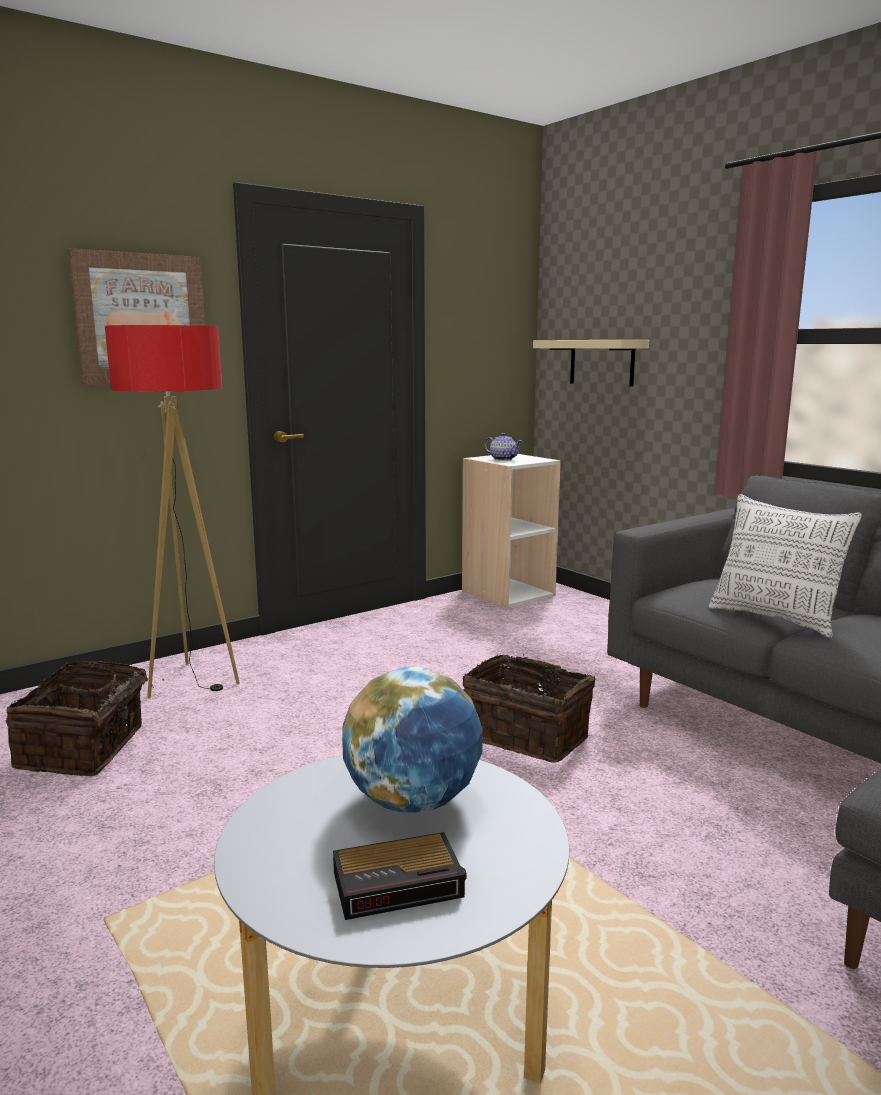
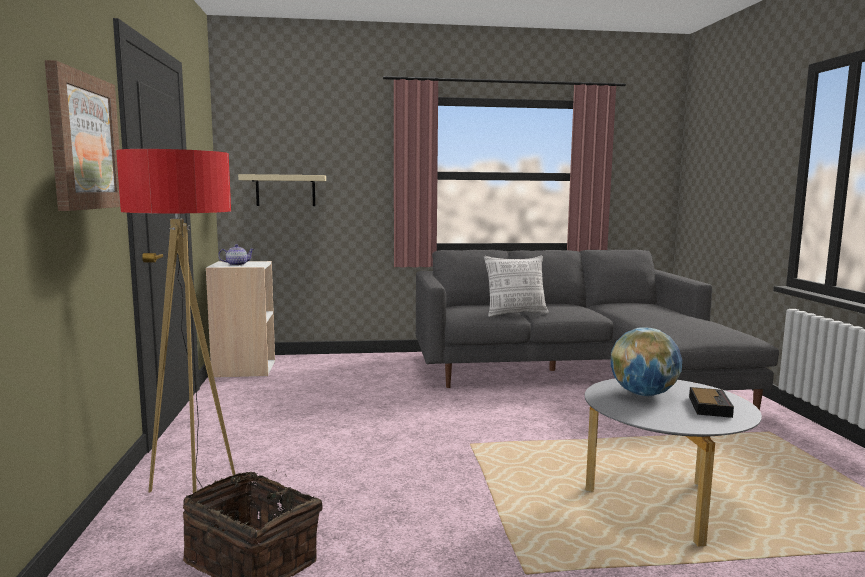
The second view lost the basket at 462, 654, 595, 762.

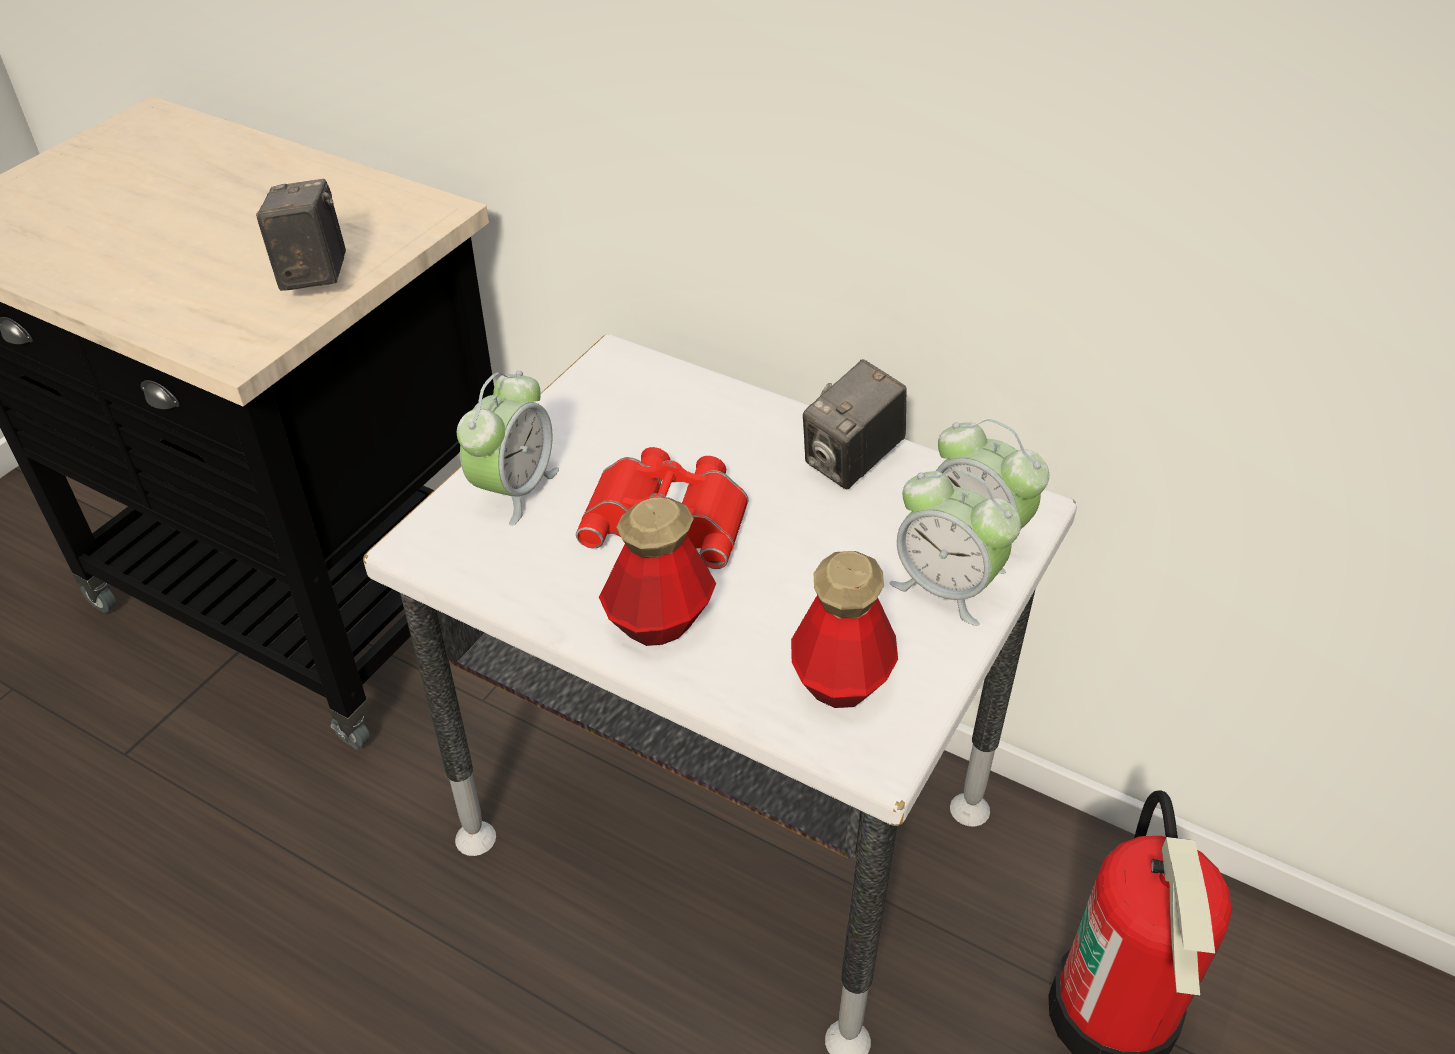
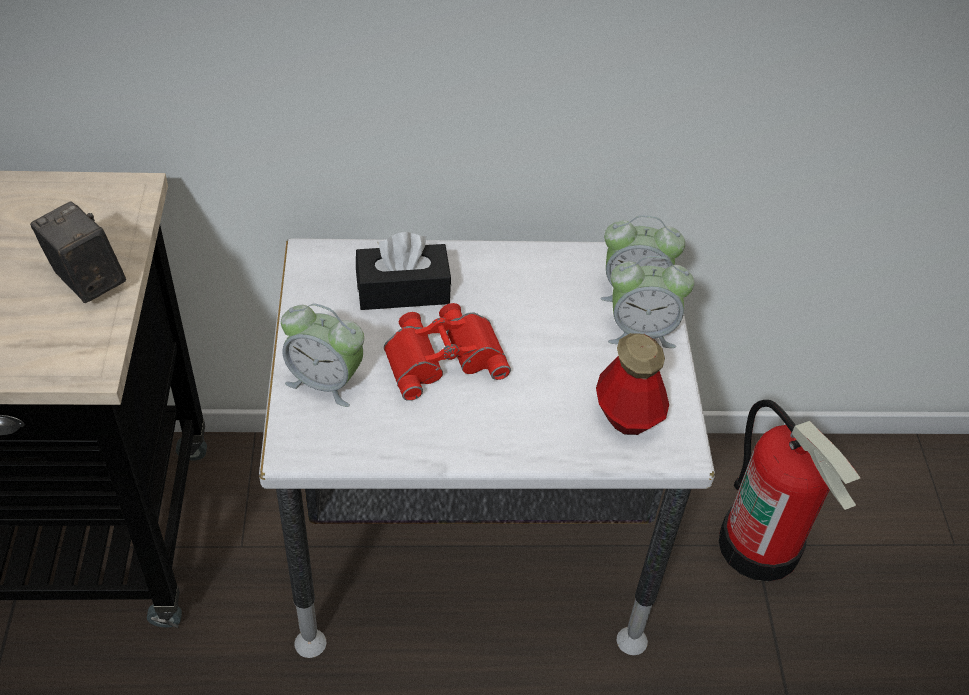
The alarm clock at 457, 371, 559, 526 ended up facing another way, 120 degrees clockwise from before. The second view lost the bottle at 599, 497, 716, 646. The second view lost the photo camera at 803, 359, 907, 490. The second view gained the black tissue box at 356, 232, 451, 310.

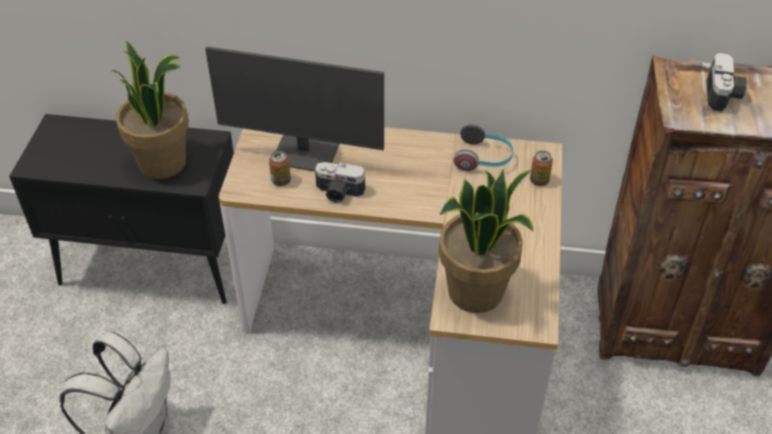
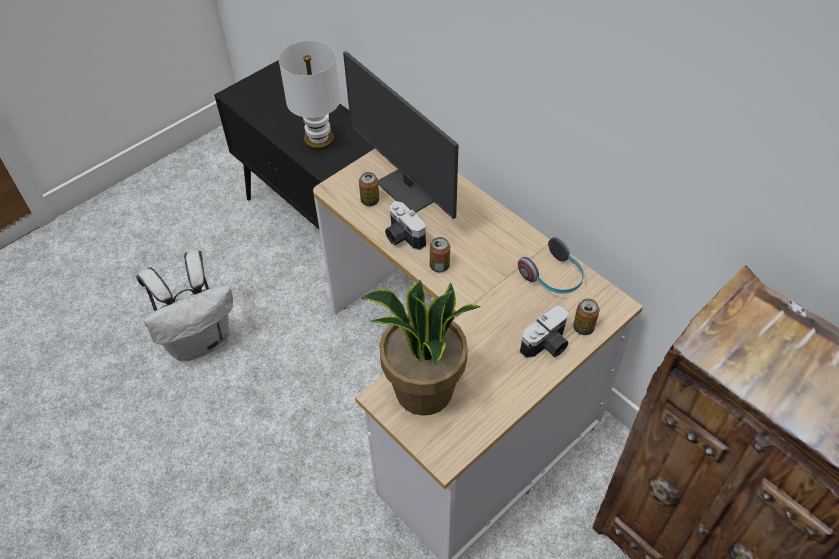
Where the potted plant stood at 111, 41, 189, 179, the white table lamp came to stand at 279, 40, 341, 151. The photo camera ended up elsewhere, having gone from 706, 53, 747, 113 to 520, 306, 569, 358. The second view gained the can at 430, 237, 450, 272.

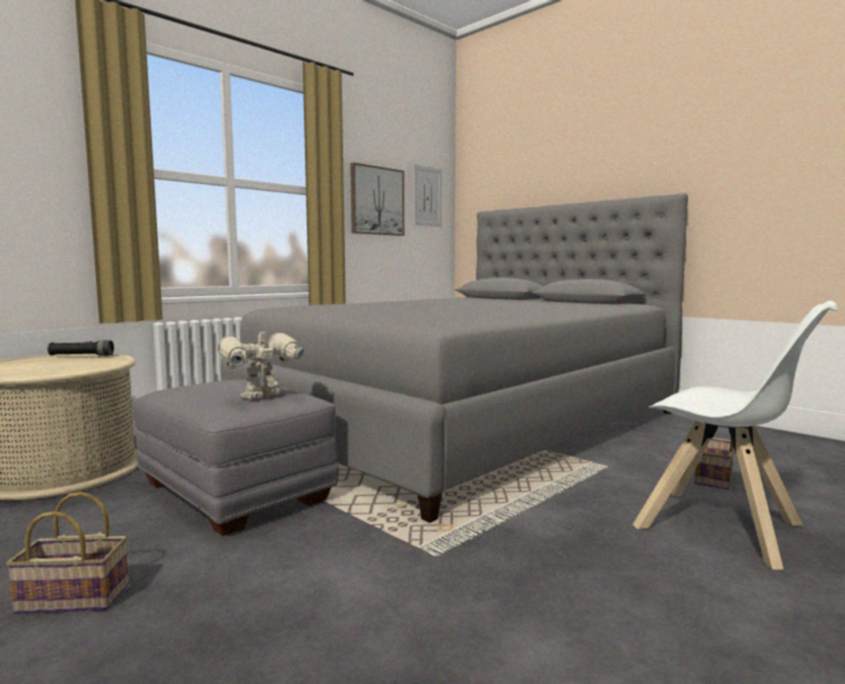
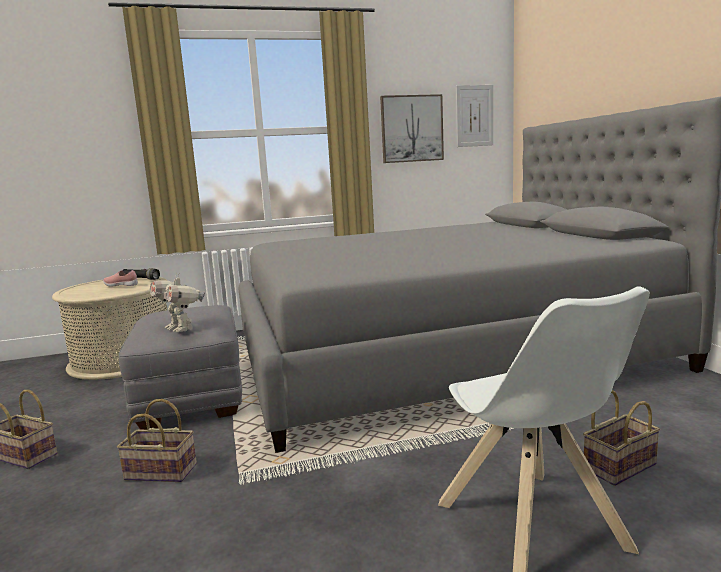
The toy robot at 218, 325, 304, 399 ended up facing another way, 120 degrees counterclockwise from before. The second view gained the pink shoe at 103, 270, 138, 287. The second view gained the basket at 117, 399, 197, 482.

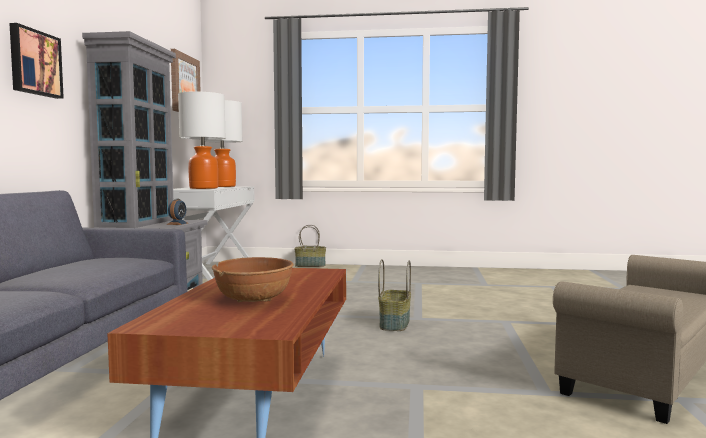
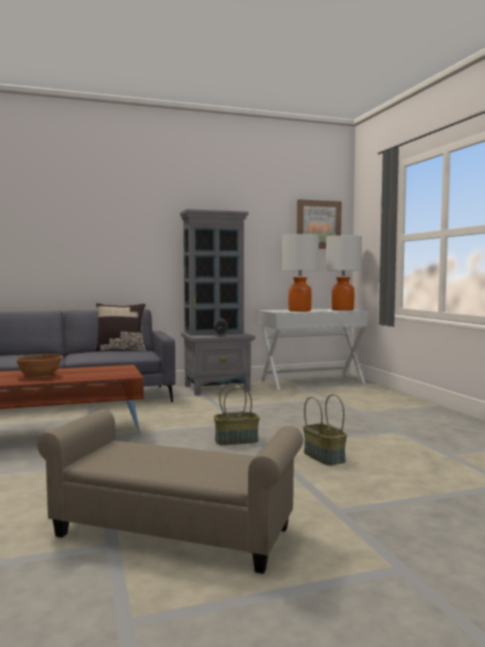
The second view lost the picture at 9, 23, 64, 99. The basket ended up elsewhere, having gone from 294, 225, 326, 267 to 303, 394, 347, 466. The second view gained the pillow at 95, 303, 146, 351.

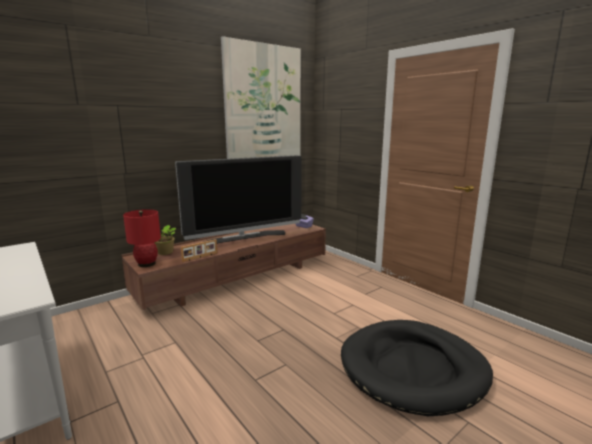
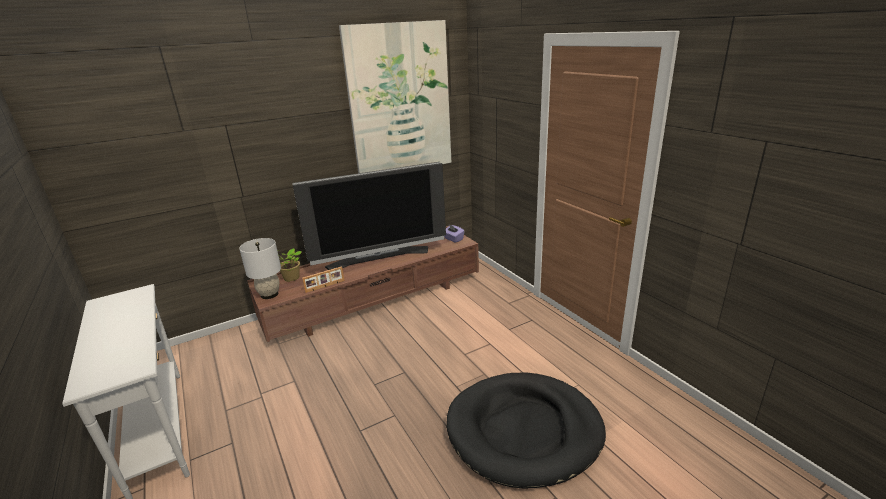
What was the red table lamp at 123, 209, 161, 267 turned into the white table lamp at 239, 238, 281, 299.

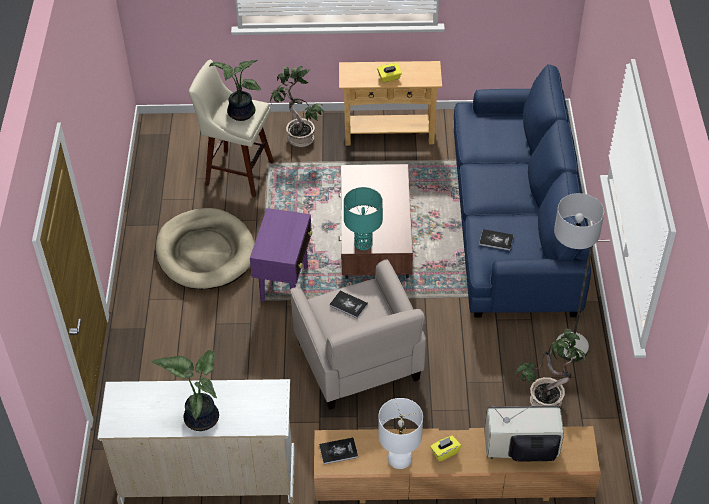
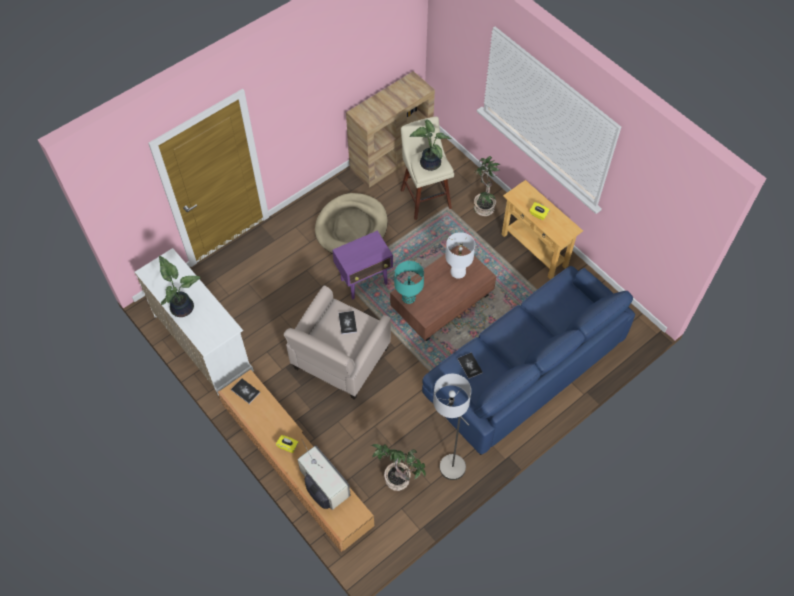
The white table lamp ended up elsewhere, having gone from 378, 398, 423, 469 to 445, 232, 475, 279. The second view gained the brown bookcase at 346, 71, 435, 188.

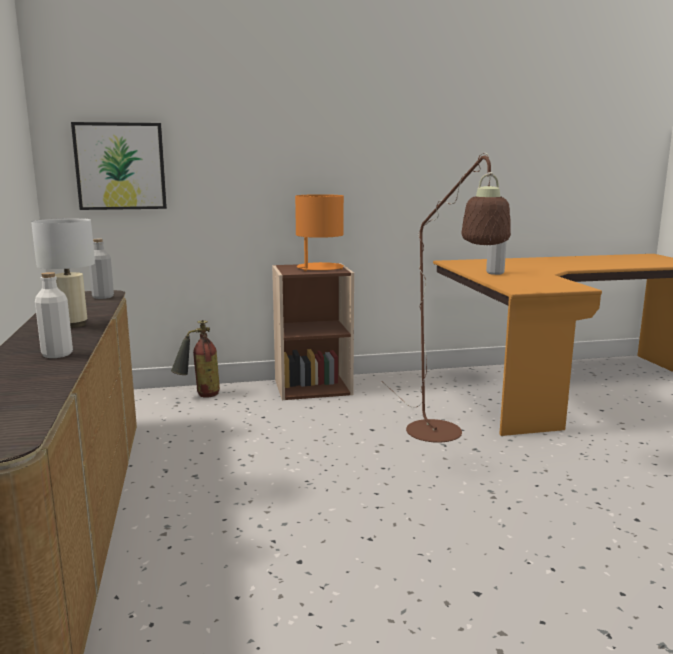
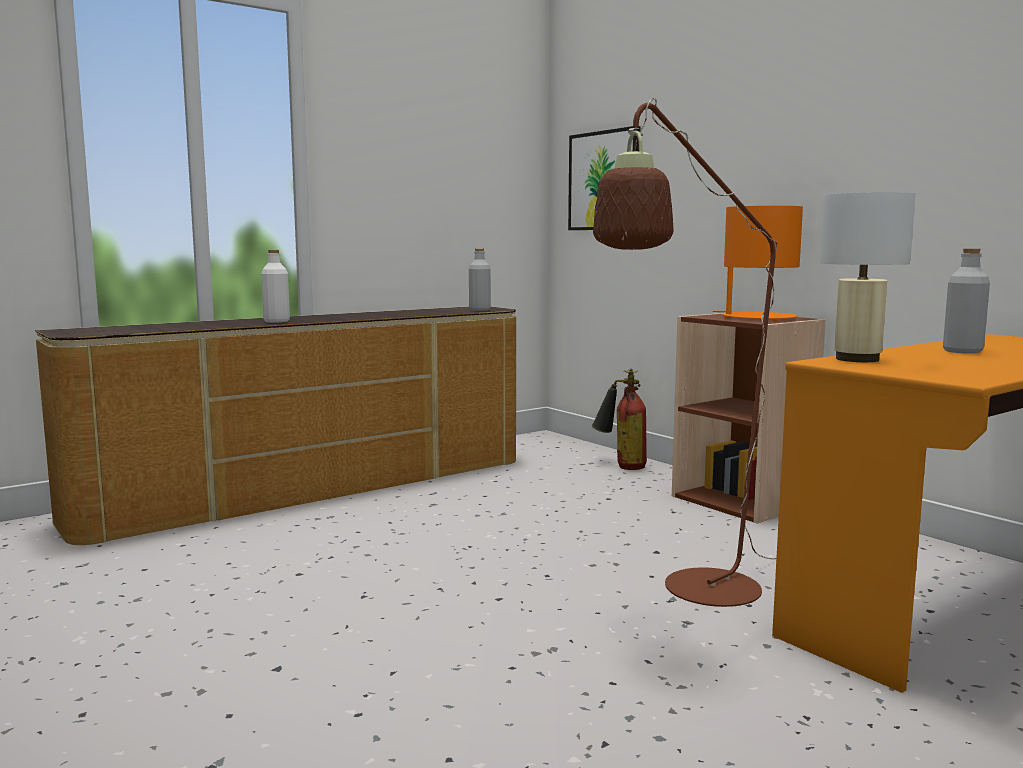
The white table lamp ended up elsewhere, having gone from 32, 218, 95, 328 to 820, 192, 915, 362.

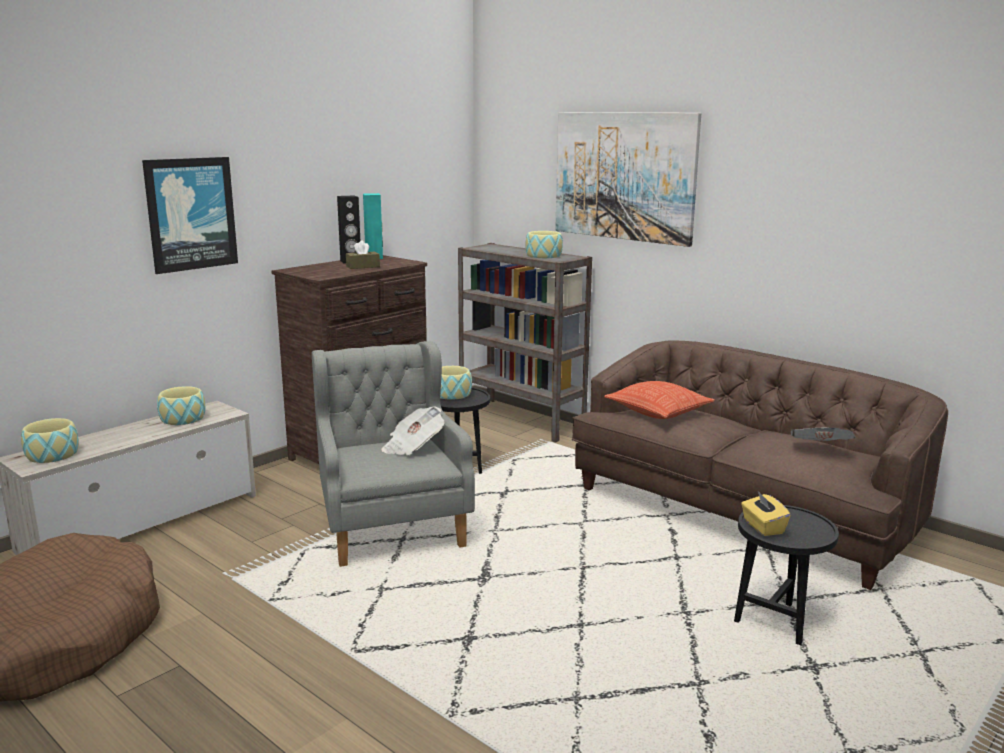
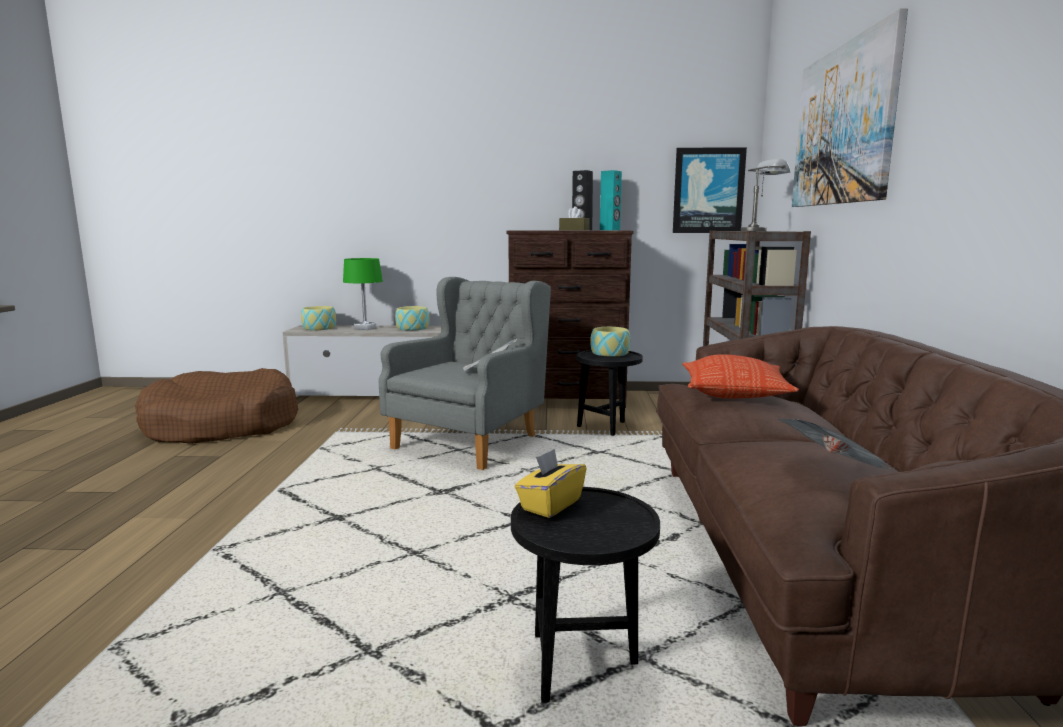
The picture ended up elsewhere, having gone from 142, 157, 238, 274 to 673, 147, 747, 233. Where the bowl stood at 525, 231, 563, 258, the grey table lamp came to stand at 741, 158, 791, 231. The second view gained the green table lamp at 343, 258, 383, 330.

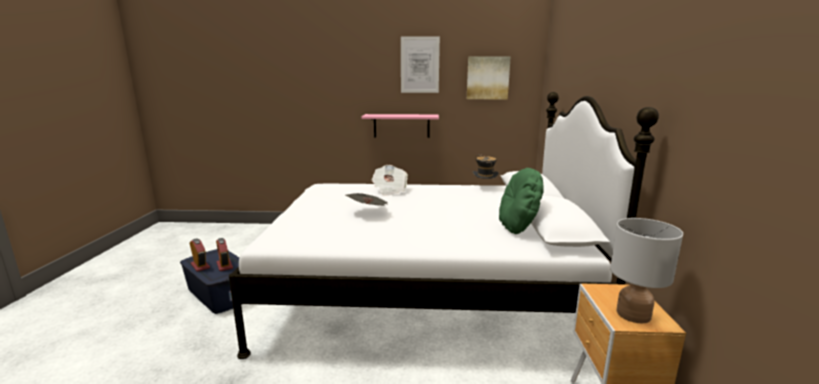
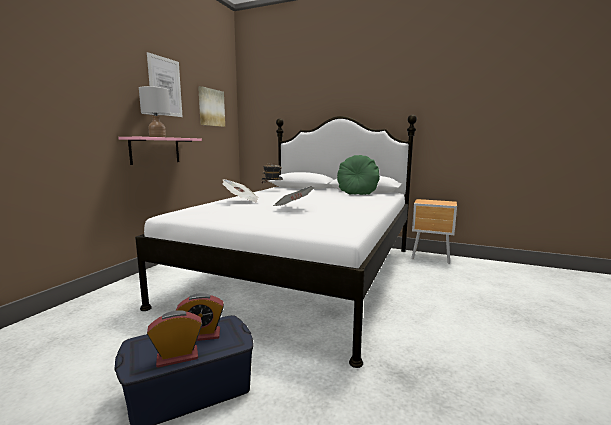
The grey table lamp ended up elsewhere, having gone from 610, 218, 683, 323 to 139, 86, 170, 137.

